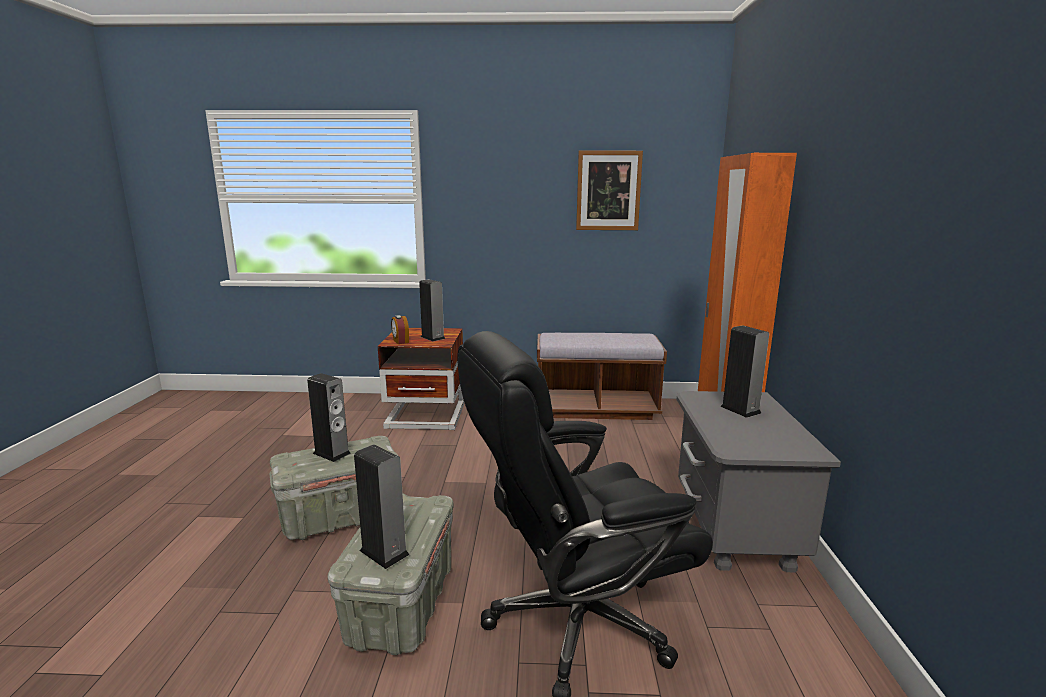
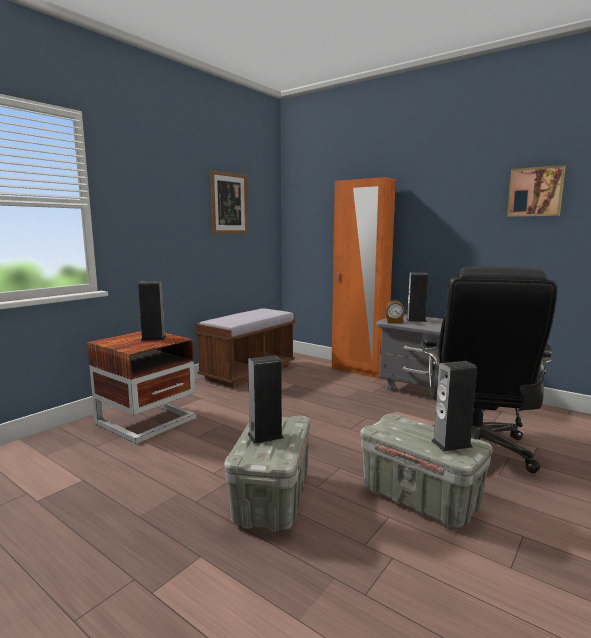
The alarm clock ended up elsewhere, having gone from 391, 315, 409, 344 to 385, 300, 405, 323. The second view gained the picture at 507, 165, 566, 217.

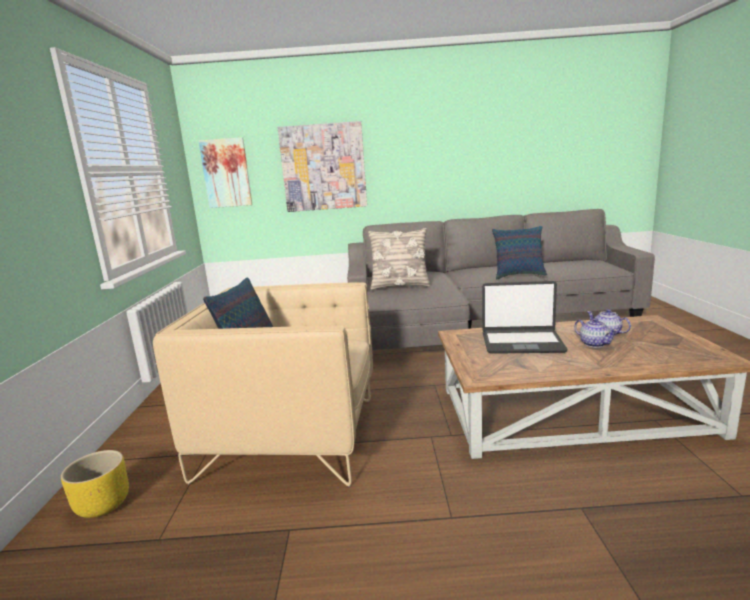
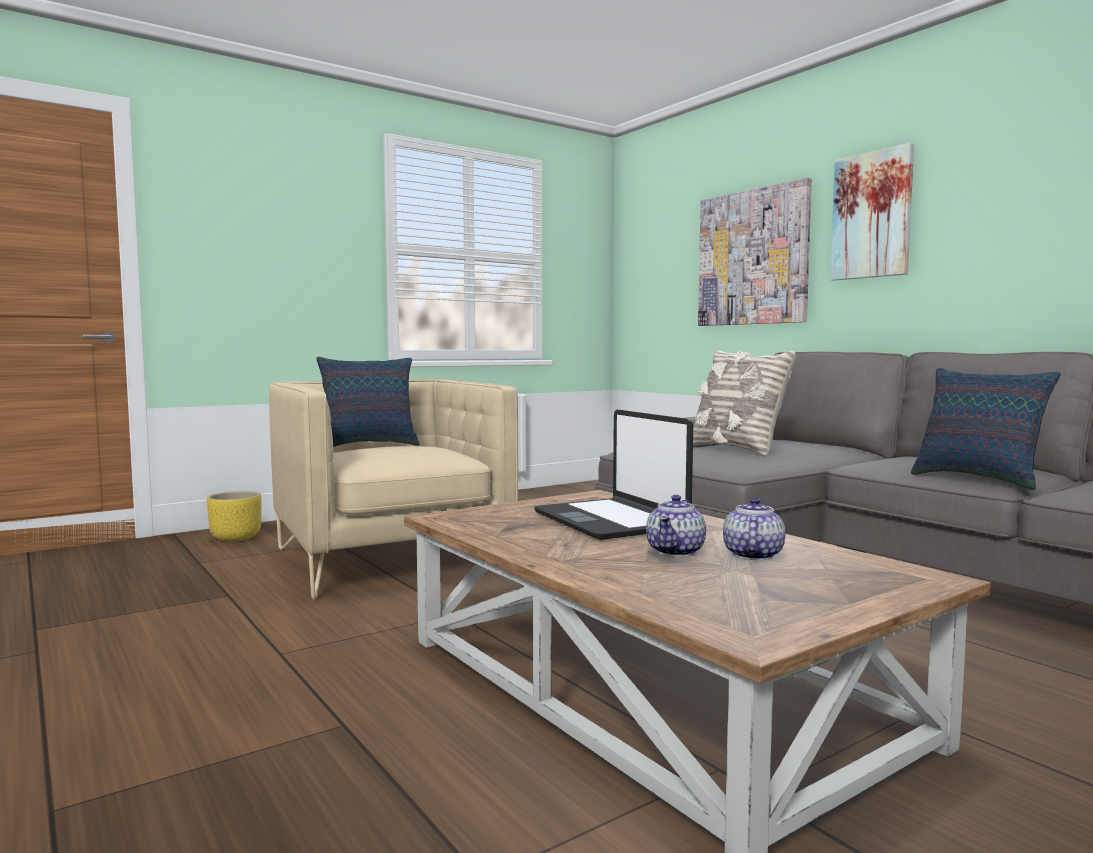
The picture ended up elsewhere, having gone from 199, 137, 253, 208 to 830, 143, 914, 281.

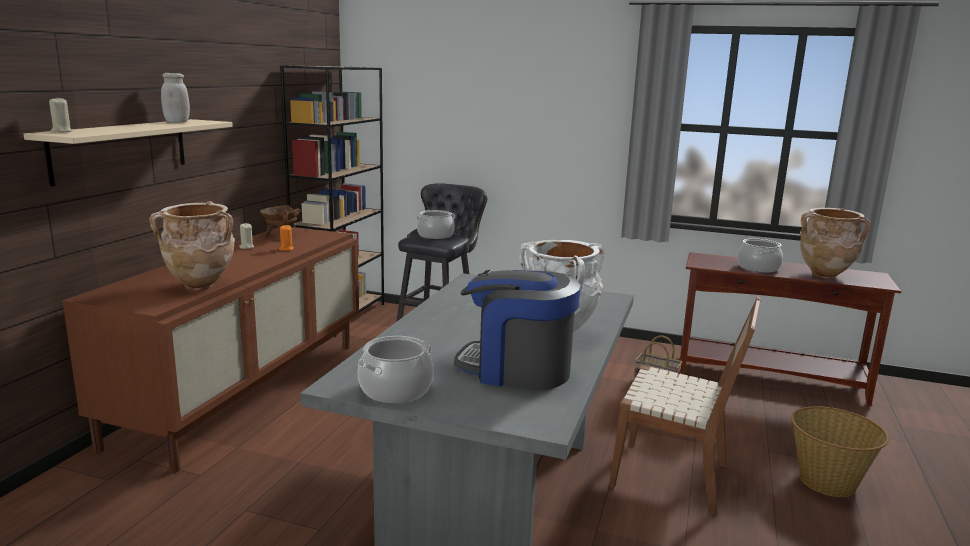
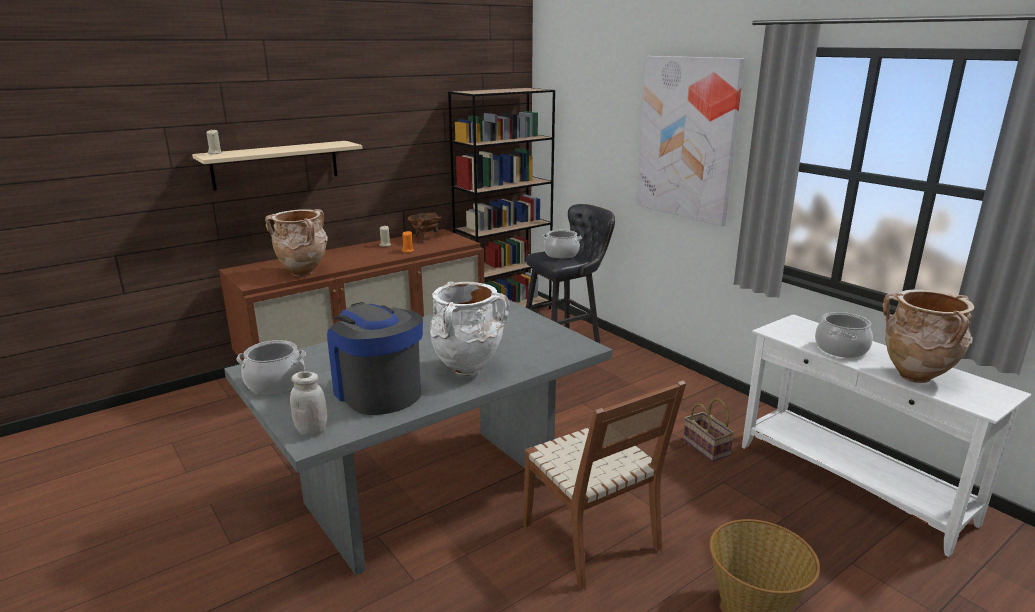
The white jar ended up elsewhere, having gone from 161, 73, 190, 123 to 290, 371, 327, 436. What was the brown console table at 680, 252, 901, 407 turned into the white console table at 742, 314, 1031, 557. The second view gained the picture at 636, 56, 745, 226.

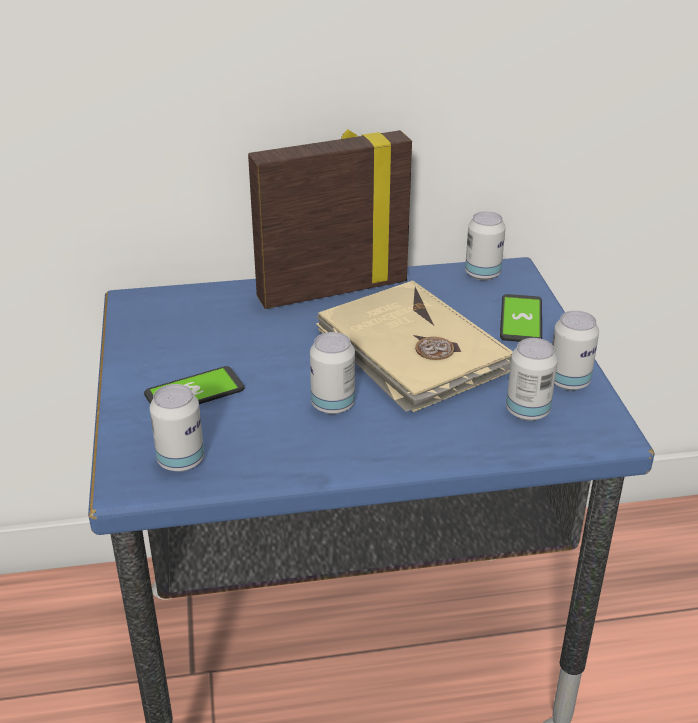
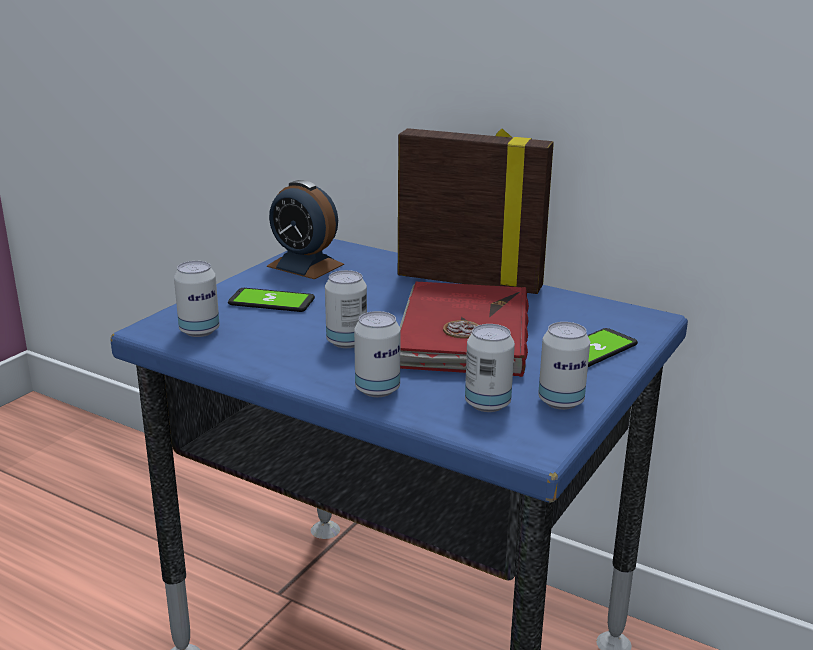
What was the beige book at 316, 280, 513, 412 turned into the red book at 400, 282, 529, 377. The can ended up elsewhere, having gone from 465, 211, 505, 280 to 354, 311, 401, 397. The second view gained the alarm clock at 267, 180, 344, 280.

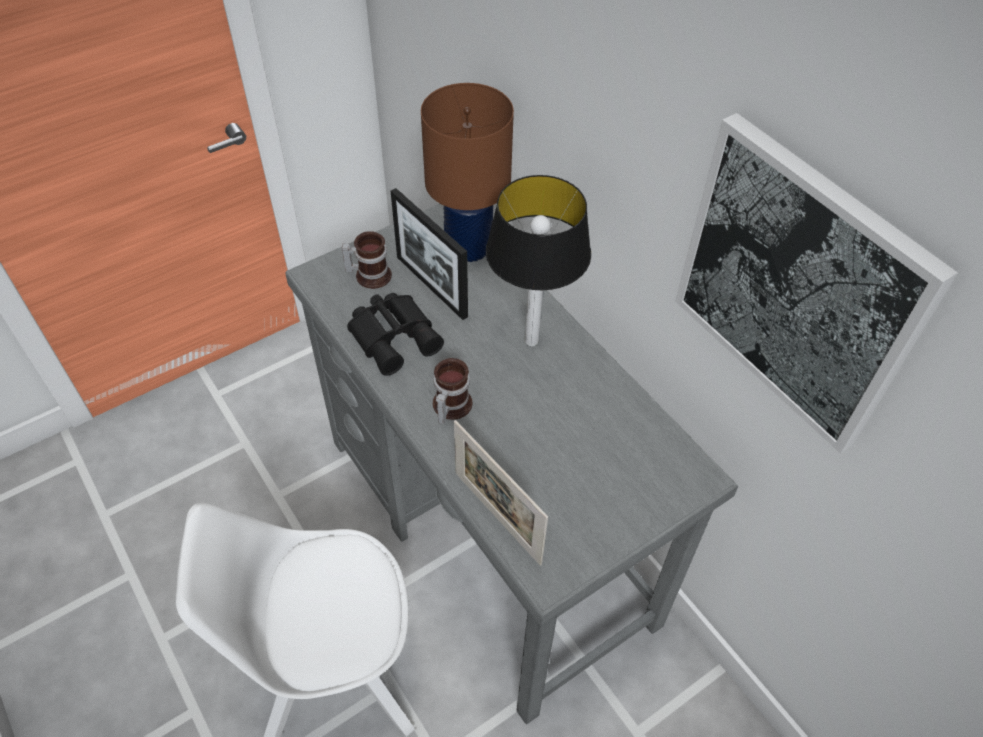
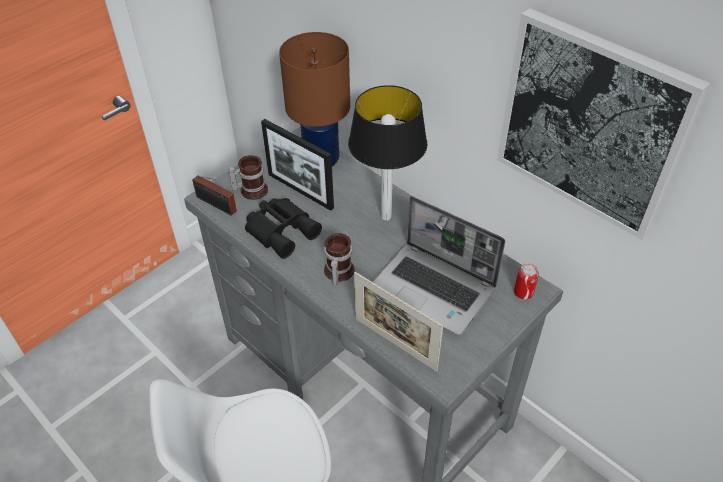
The second view gained the radio at 192, 175, 237, 216. The second view gained the laptop at 373, 196, 505, 335. The second view gained the can at 514, 263, 539, 299.

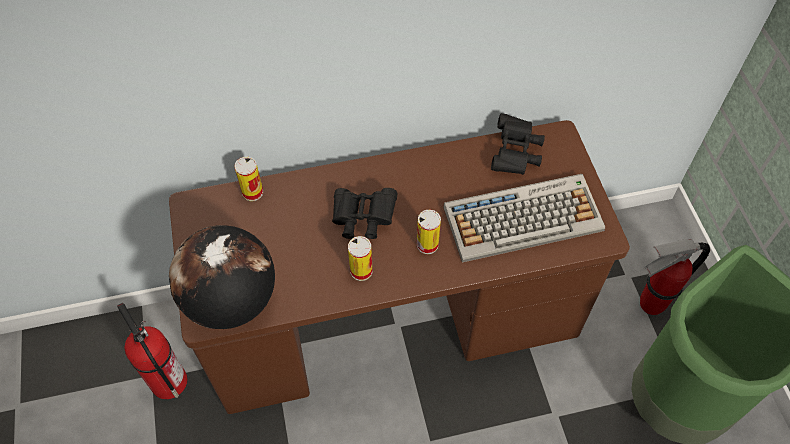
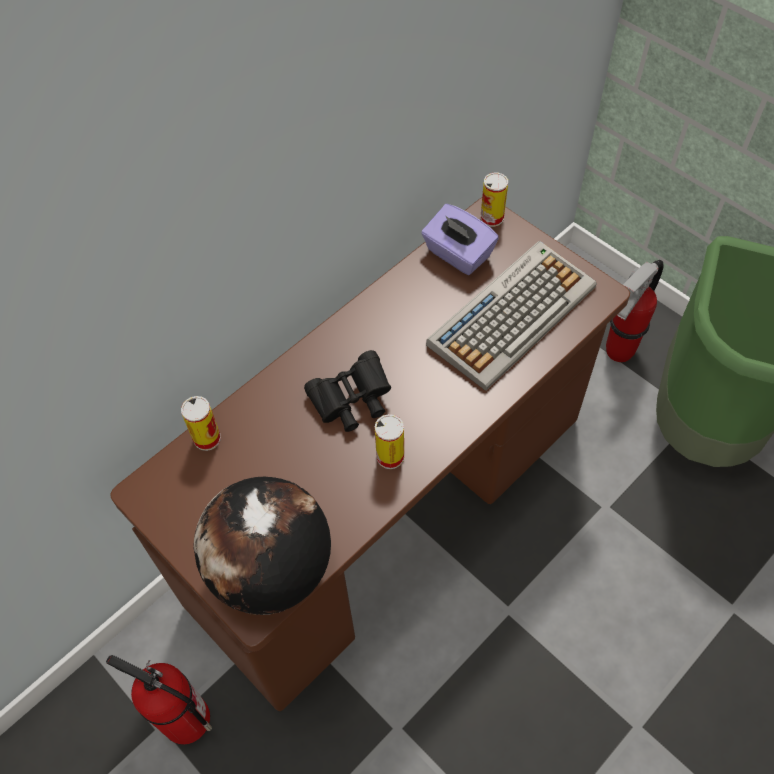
The can ended up elsewhere, having gone from 417, 210, 441, 254 to 480, 173, 508, 227. Where the black binoculars stood at 491, 113, 545, 175, the purple tissue box came to stand at 421, 204, 499, 275.

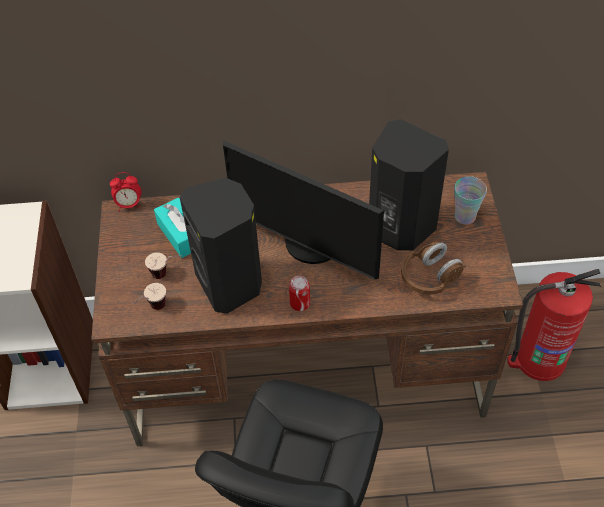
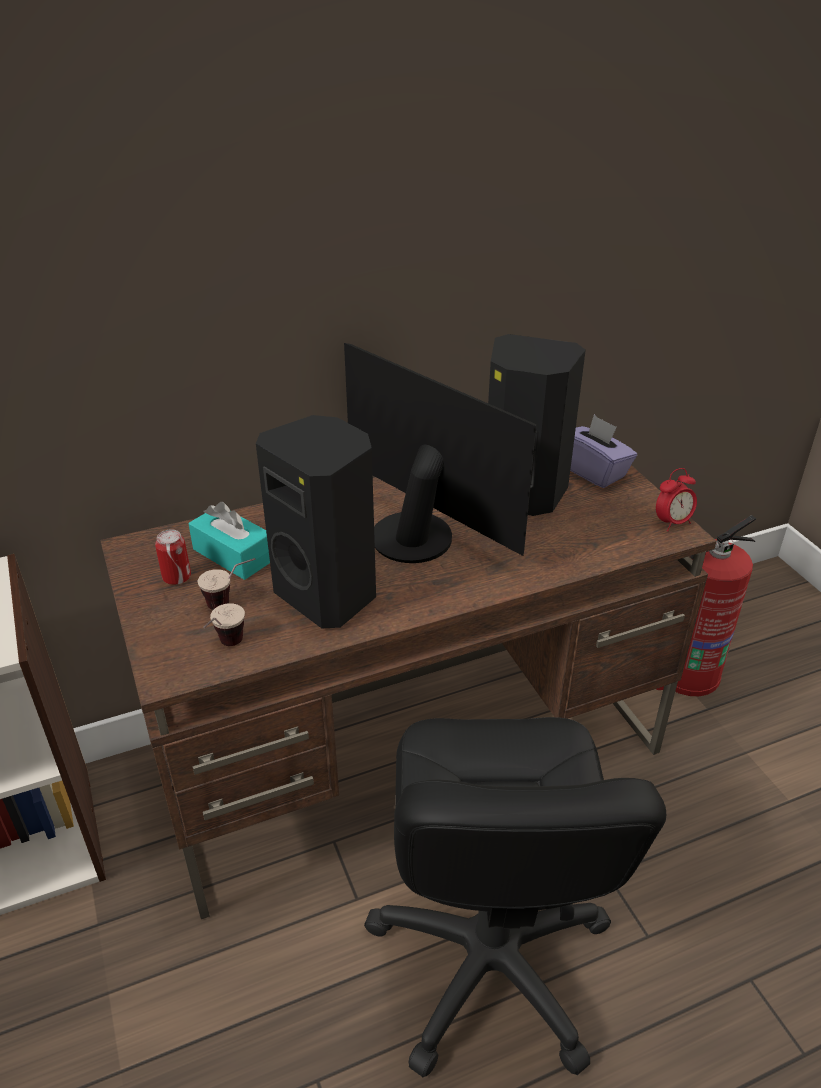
The alarm clock ended up elsewhere, having gone from 110, 172, 142, 211 to 656, 468, 697, 531. The monitor at 223, 140, 384, 280 ended up facing another way, 150 degrees counterclockwise from before. The can ended up elsewhere, having gone from 289, 276, 310, 311 to 155, 529, 191, 585. The second view lost the brown headphones at 401, 242, 466, 295. Where the cup stood at 454, 176, 487, 224, the purple tissue box came to stand at 570, 415, 637, 488.

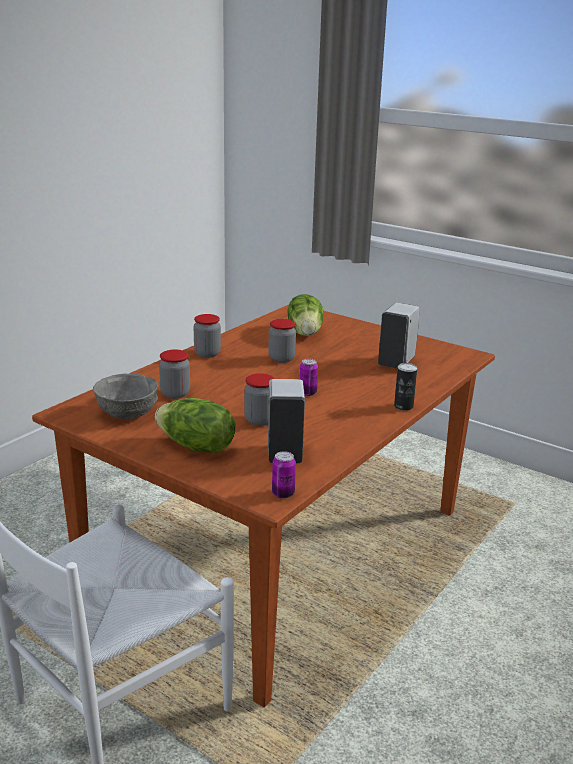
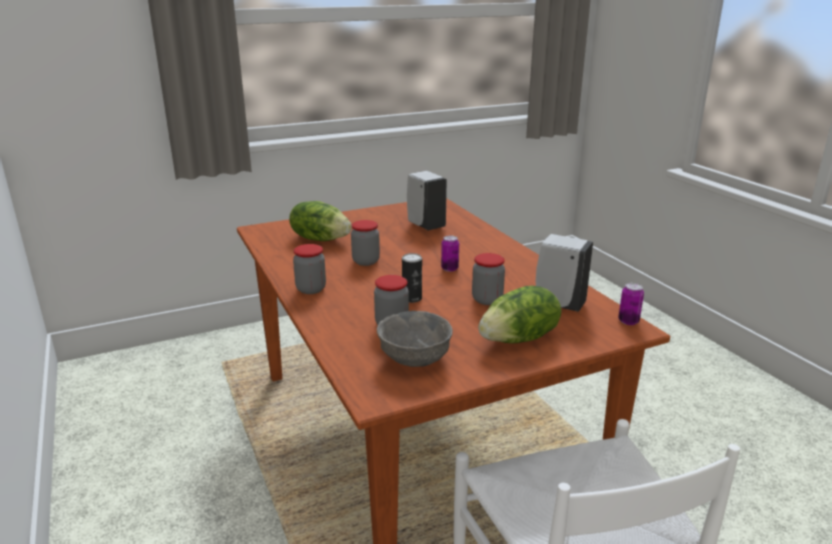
The can ended up elsewhere, having gone from 394, 363, 417, 411 to 402, 253, 422, 303.

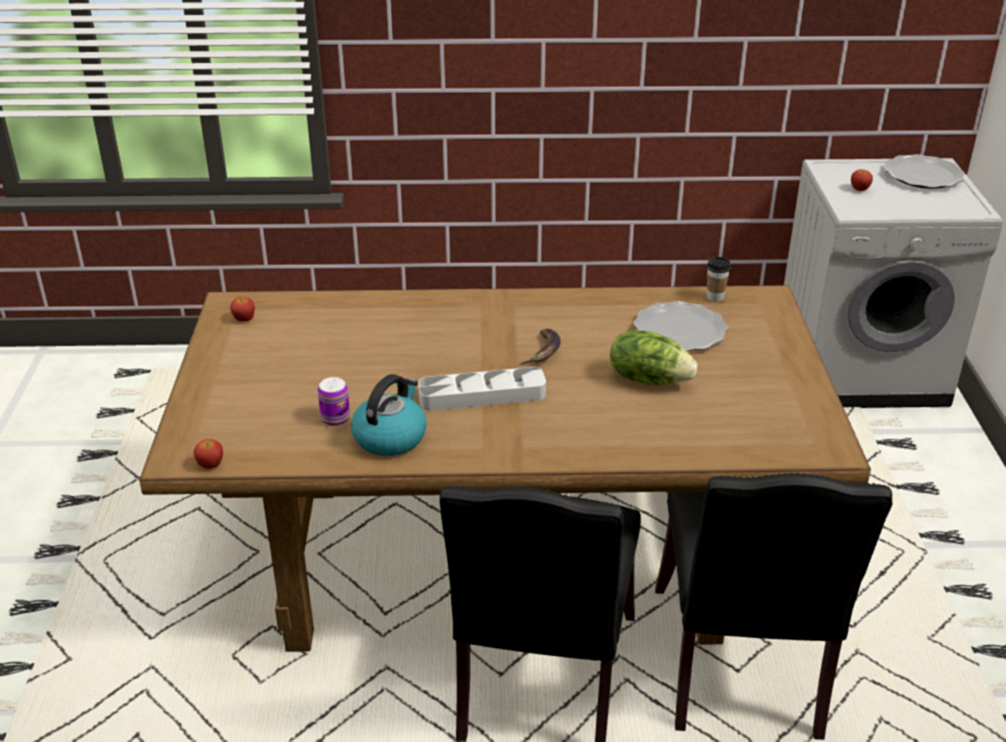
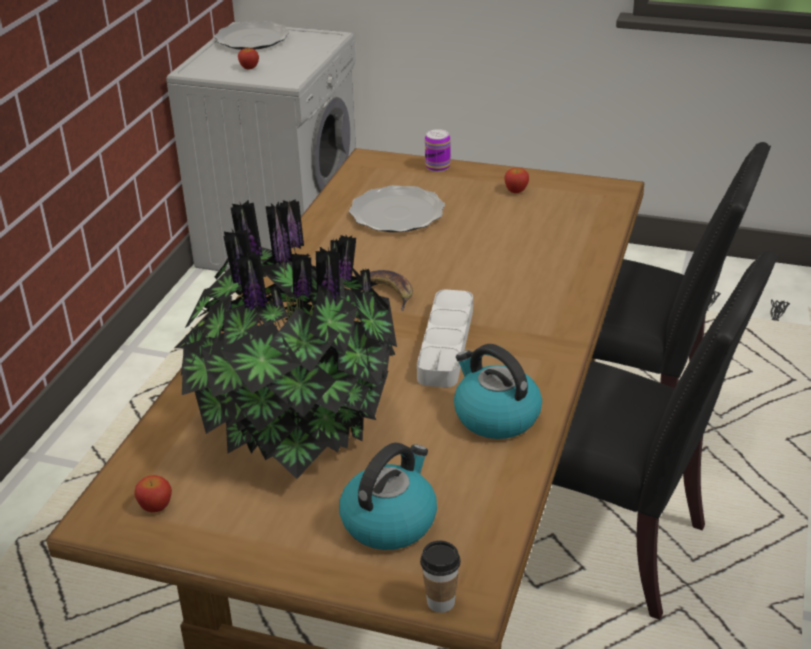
The apple ended up elsewhere, having gone from 194, 439, 223, 469 to 504, 168, 529, 193. The can ended up elsewhere, having gone from 318, 377, 350, 426 to 425, 129, 450, 172. The second view lost the lettuce at 610, 331, 697, 385. The cup ended up elsewhere, having gone from 707, 257, 731, 302 to 420, 540, 461, 613. The second view gained the potted plant at 175, 199, 397, 479. The second view gained the kettle at 339, 442, 437, 550.

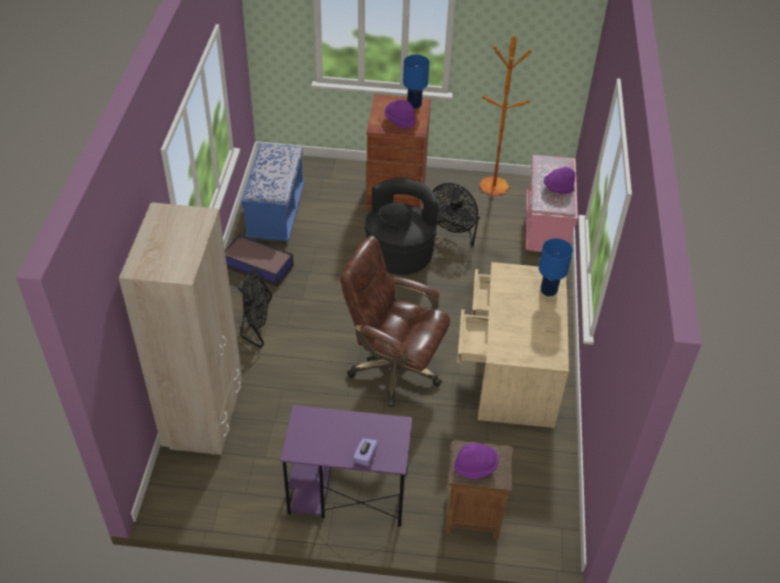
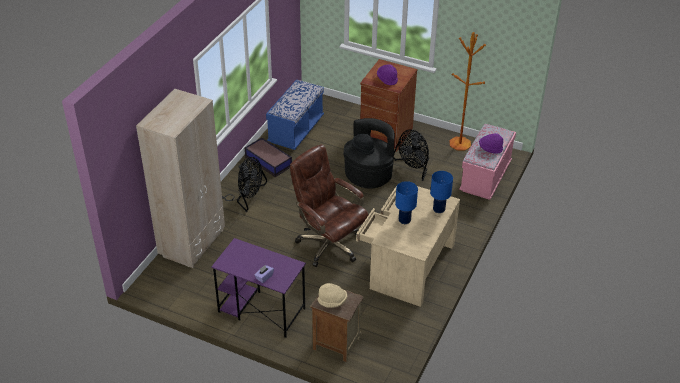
The blue table lamp ended up elsewhere, having gone from 403, 55, 429, 109 to 395, 181, 418, 224. What was the purple hat at 454, 443, 499, 479 turned into the beige hat at 318, 283, 347, 308.

